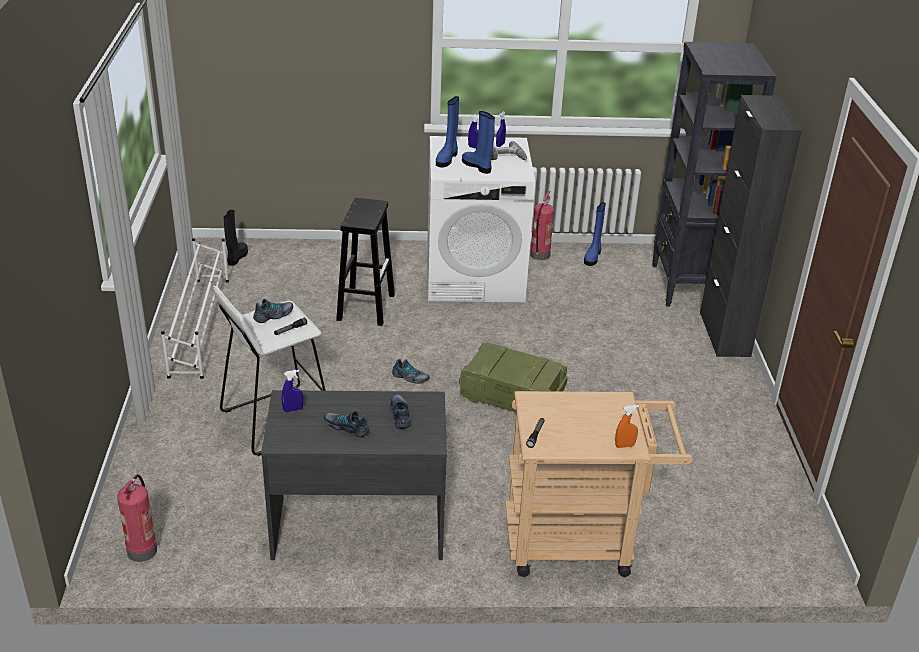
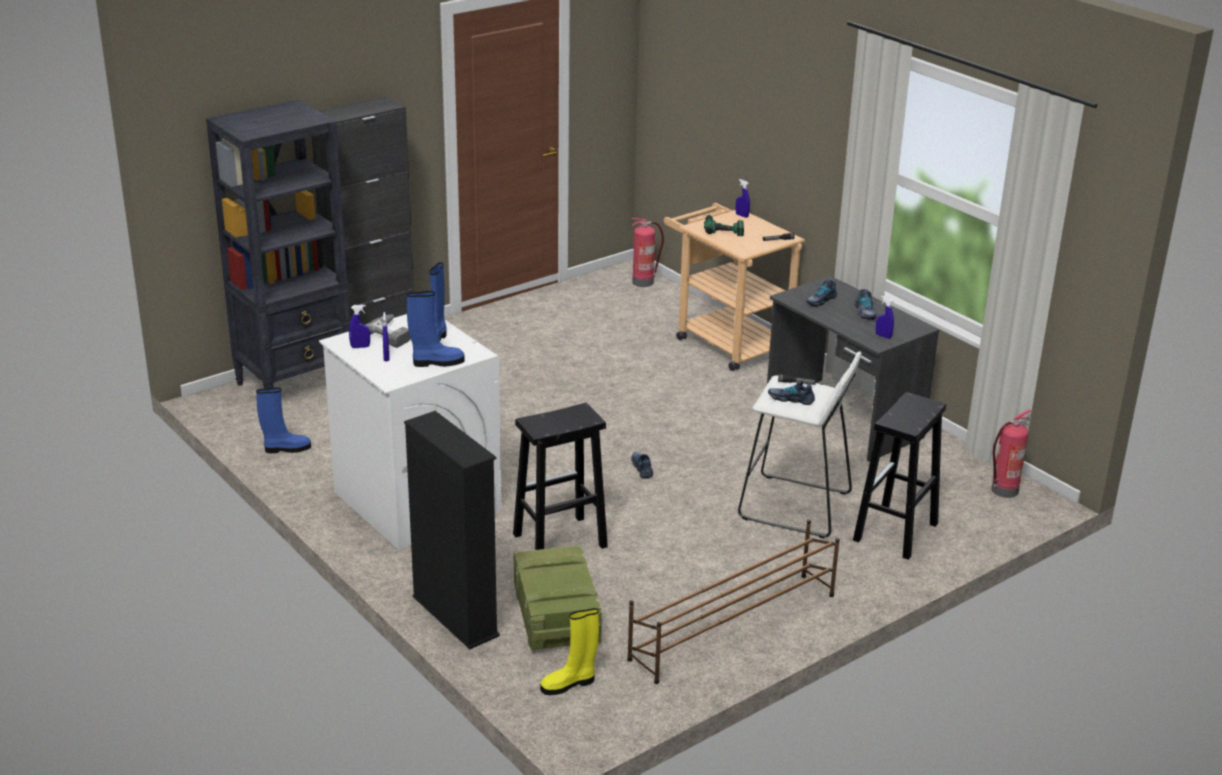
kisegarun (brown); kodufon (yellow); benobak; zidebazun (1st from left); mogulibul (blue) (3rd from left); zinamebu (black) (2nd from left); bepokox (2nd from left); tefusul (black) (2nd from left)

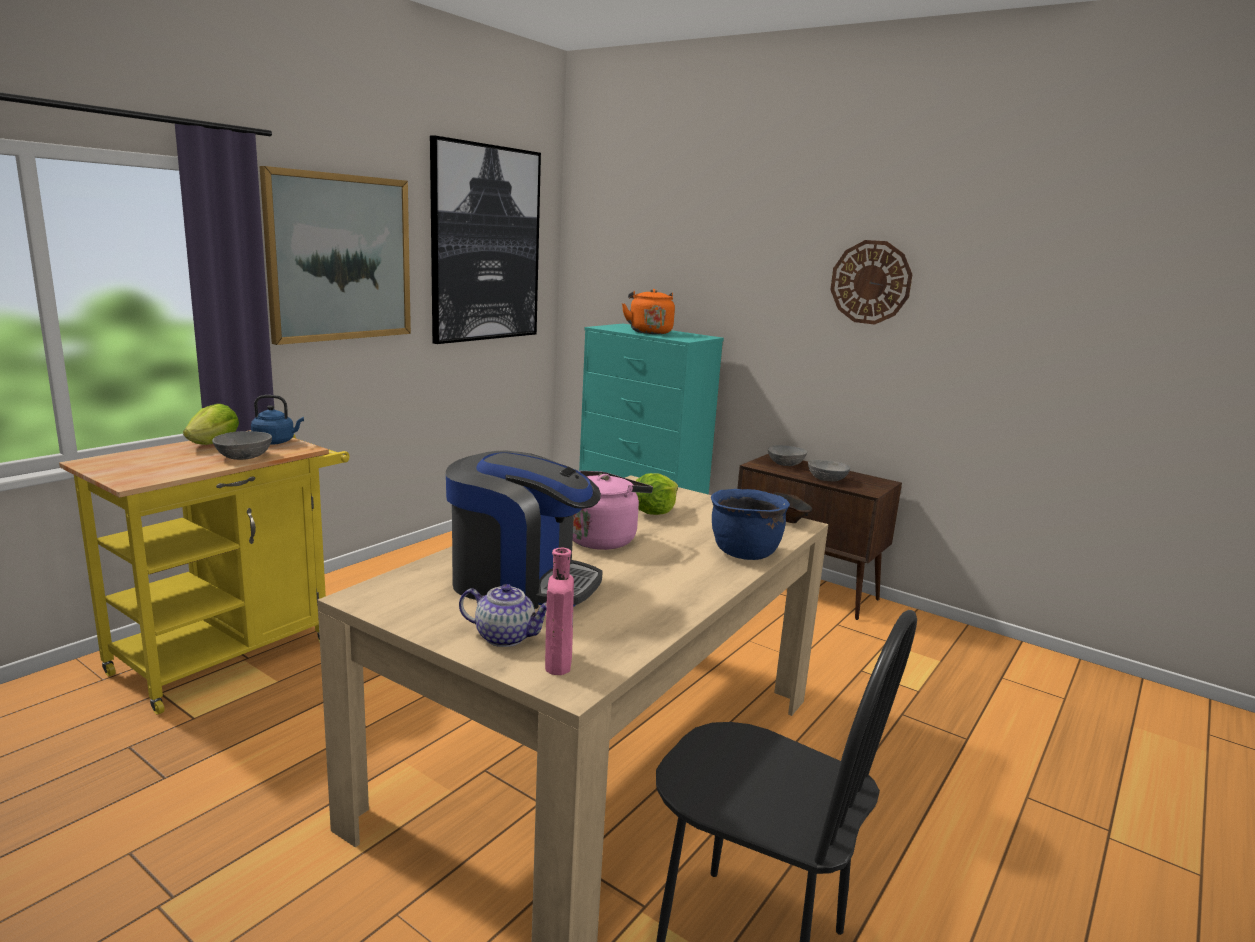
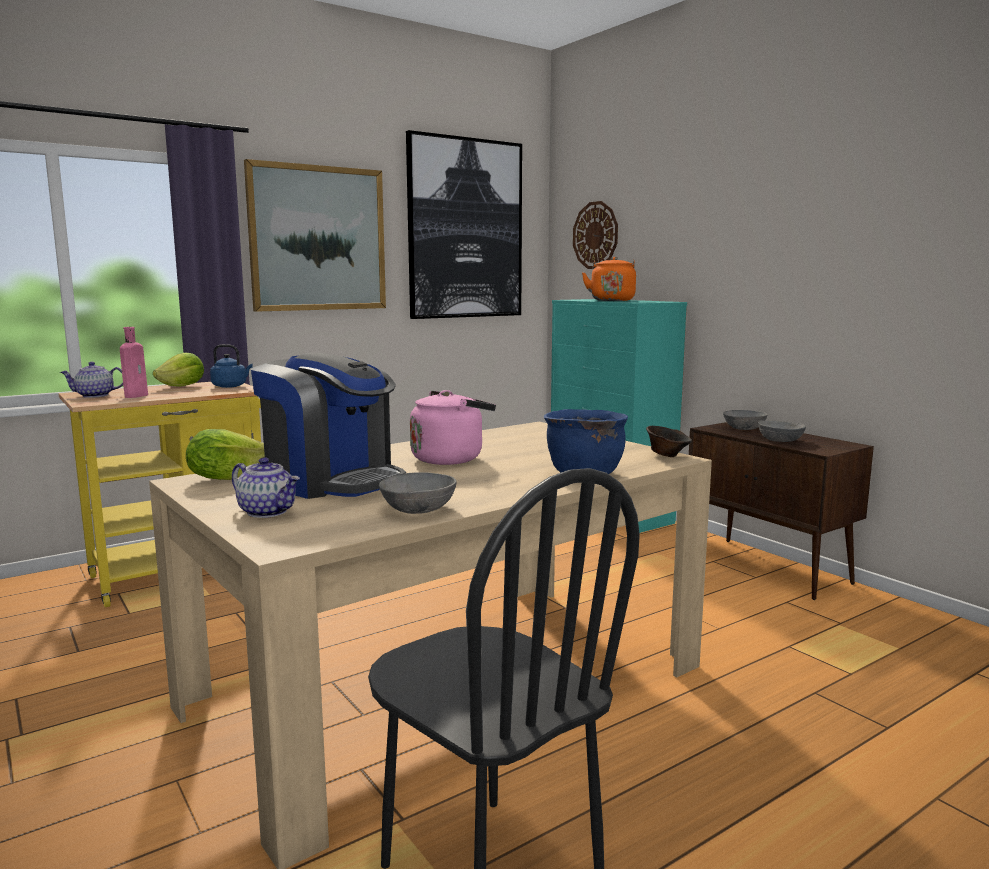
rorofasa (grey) (1st from left); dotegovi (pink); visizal (2nd from left); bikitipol; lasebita (1st from left)

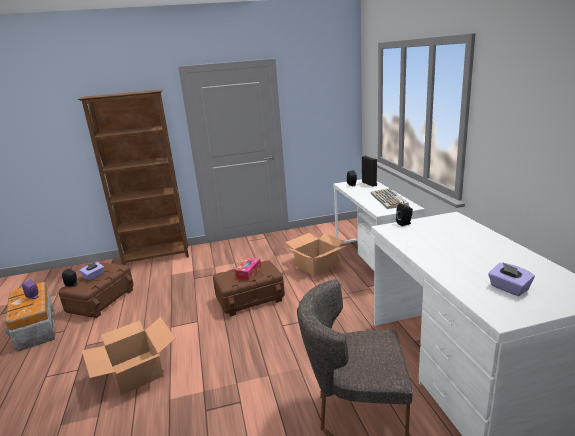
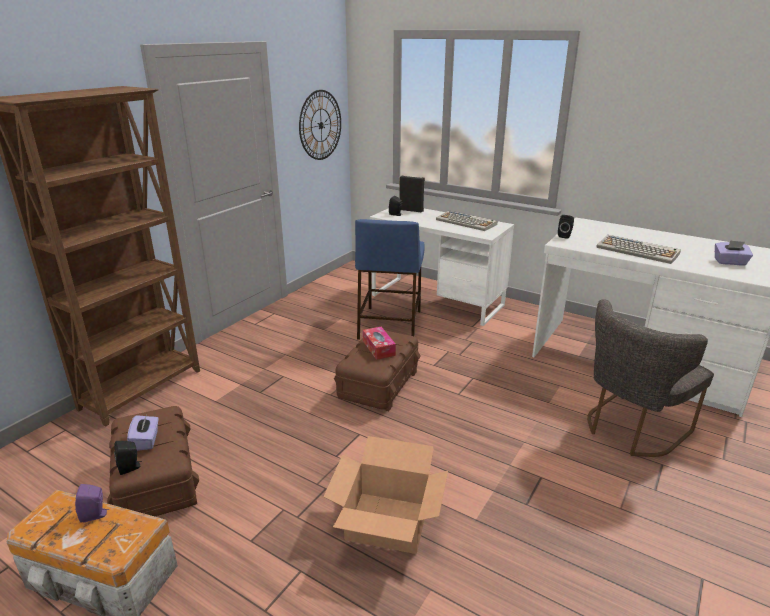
tefusul (blue); bikitipol; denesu (2nd from left)

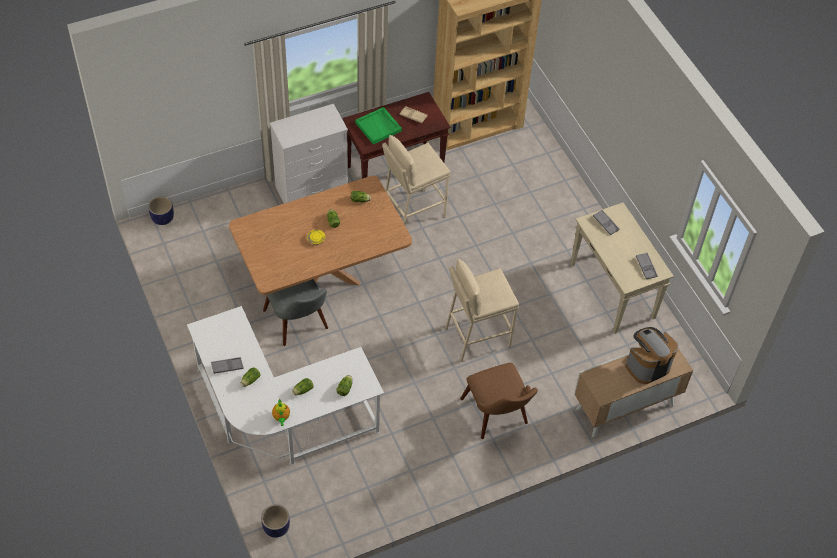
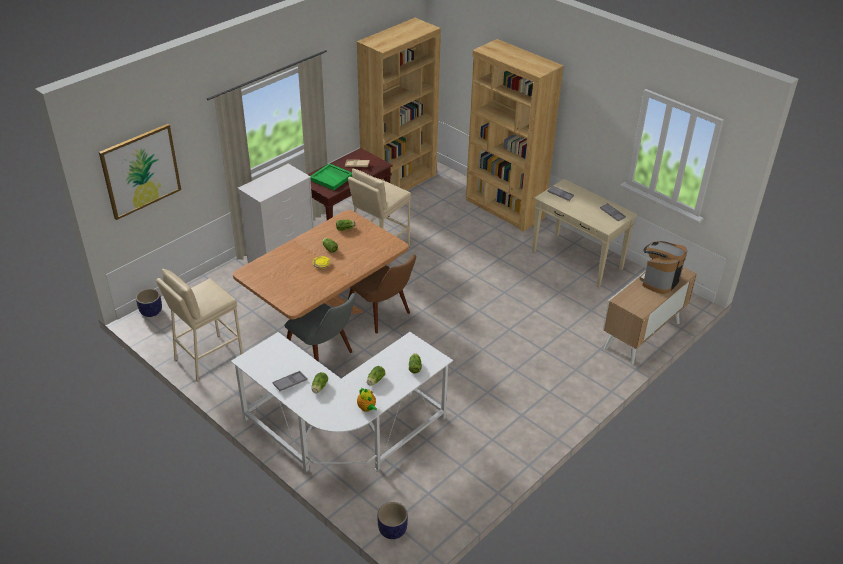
tefusul (beige) (1st from left); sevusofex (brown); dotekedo; zinamebu (brown) (2nd from left)

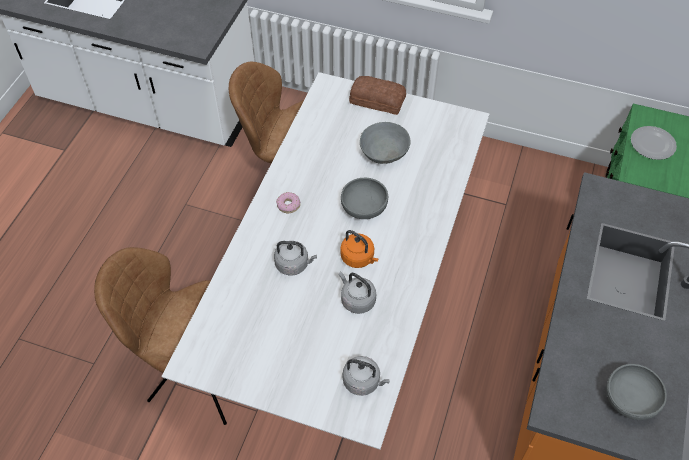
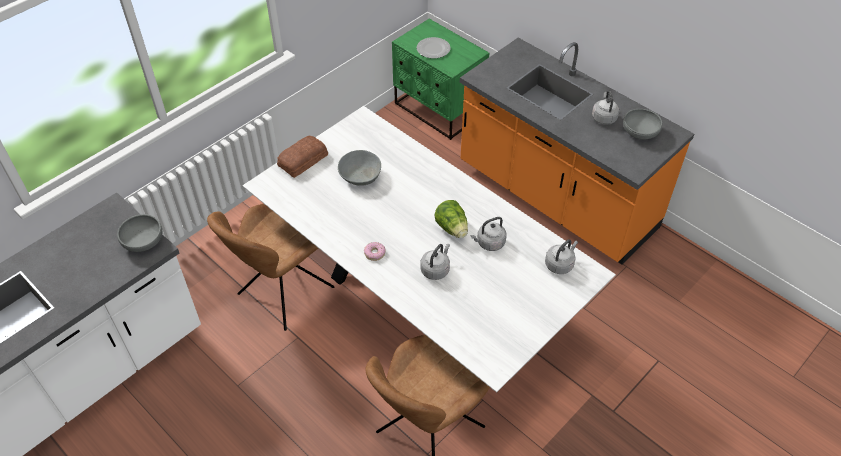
visizal; rorofasa (grey) (1st from left); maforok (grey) (4th from left)

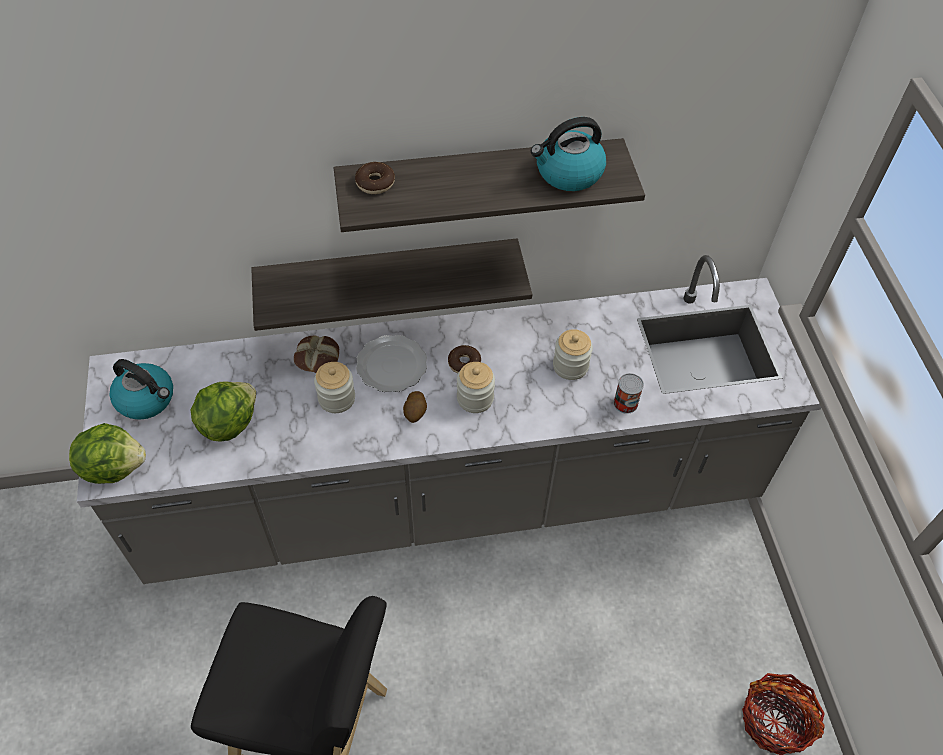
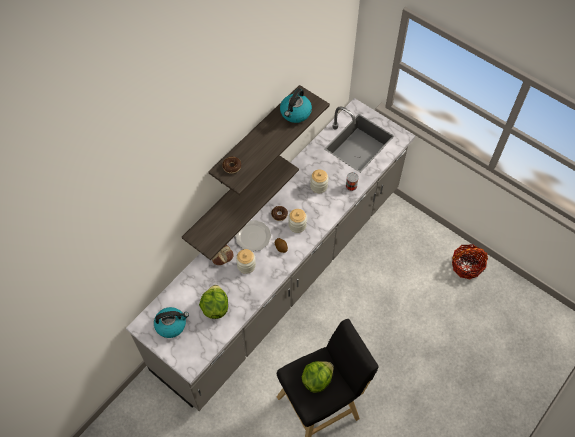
visizal (2nd from left)

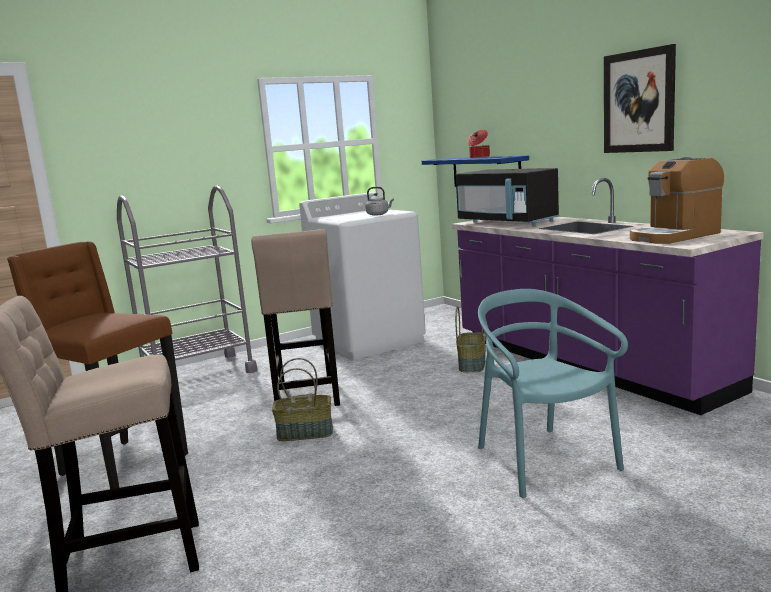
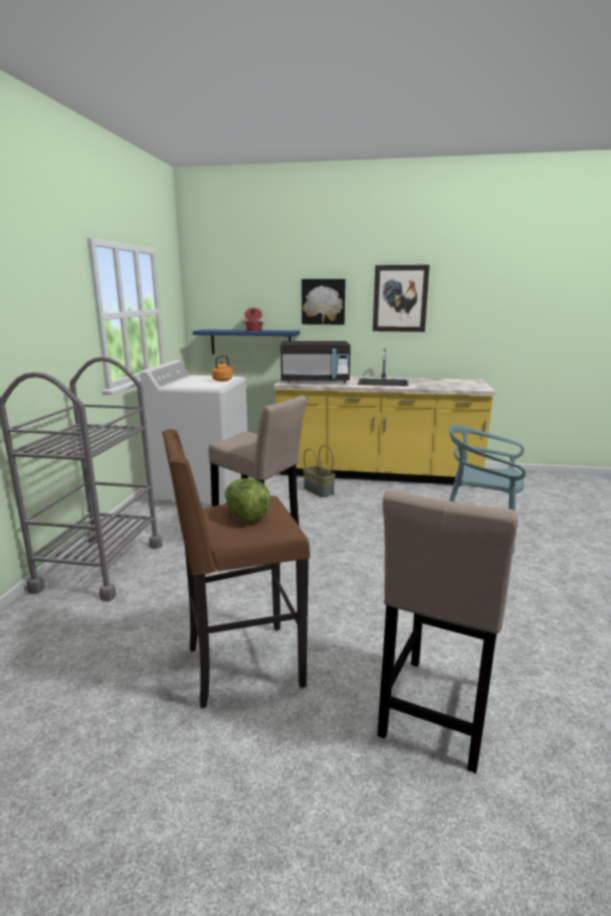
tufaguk (1st from left in the first image); maforok (orange); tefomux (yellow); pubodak; visizal; dotekedo (1st from left)

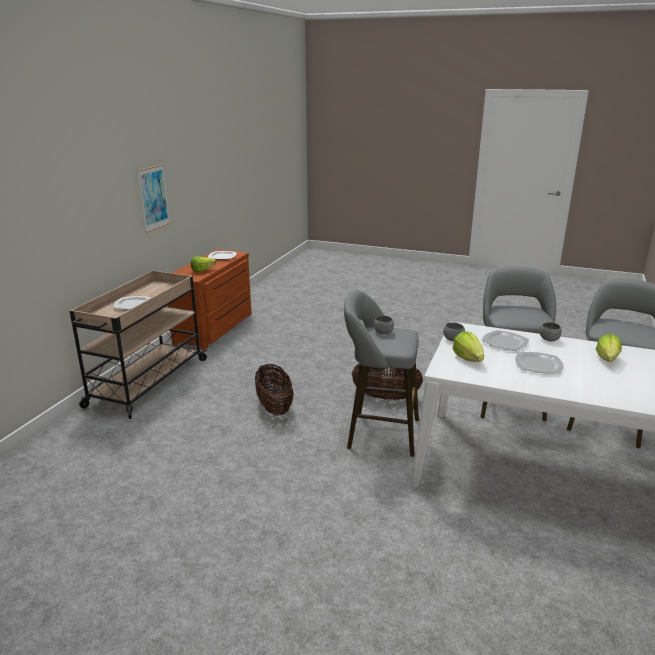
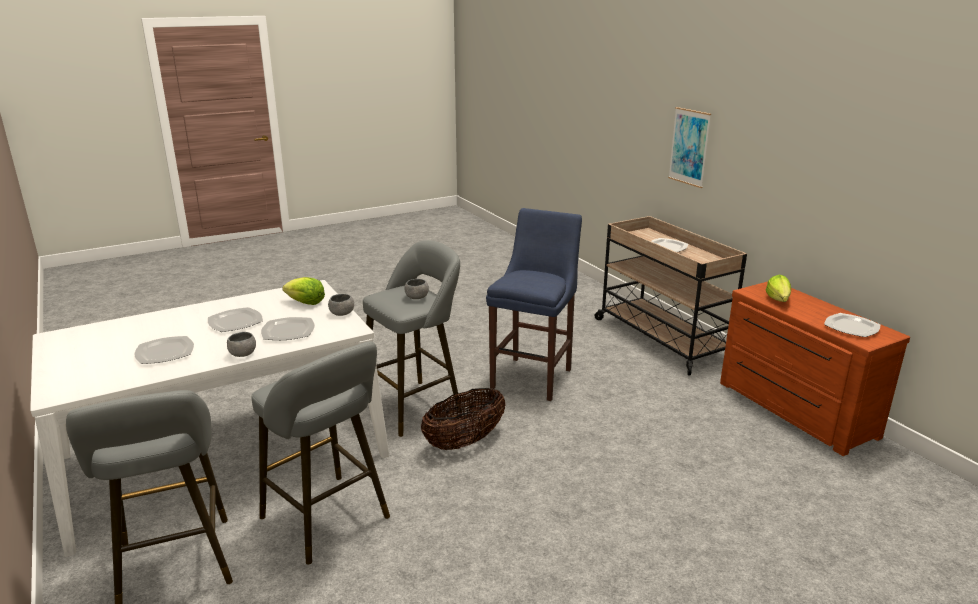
dotekedo; tefusul (blue); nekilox (1st from left)

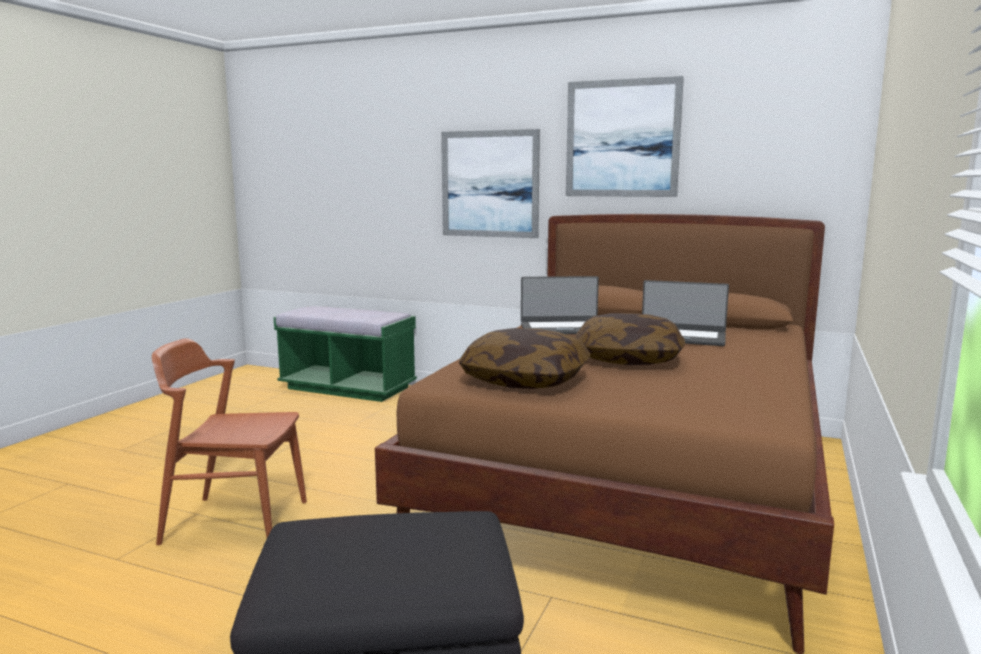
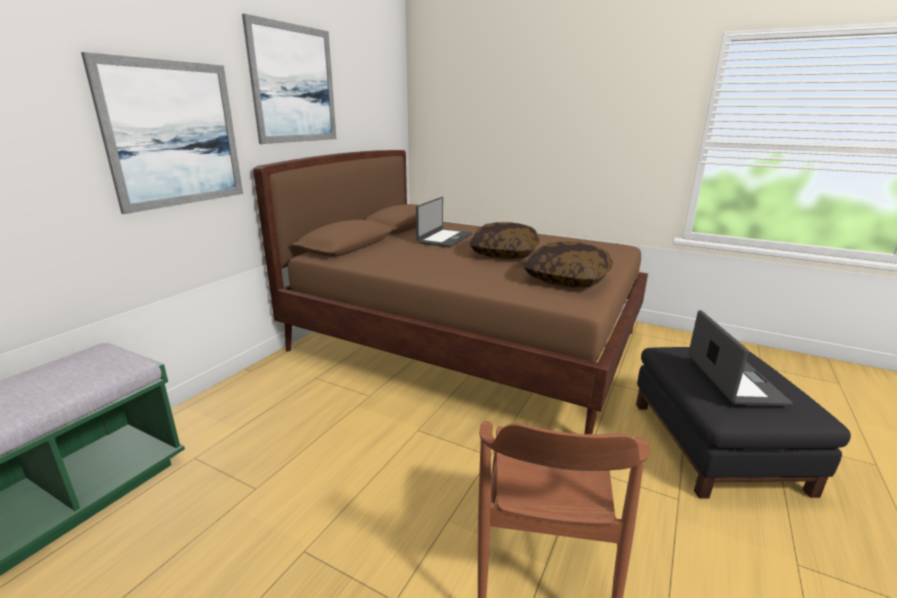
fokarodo (2nd from left)

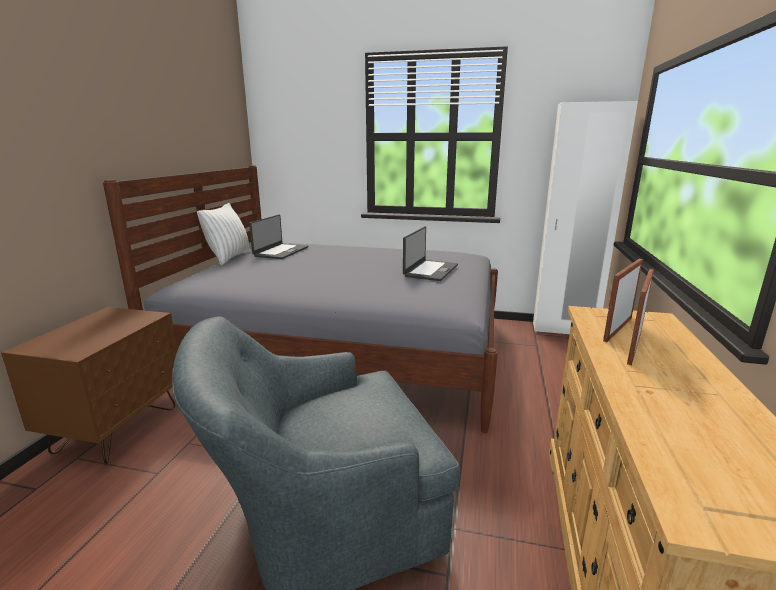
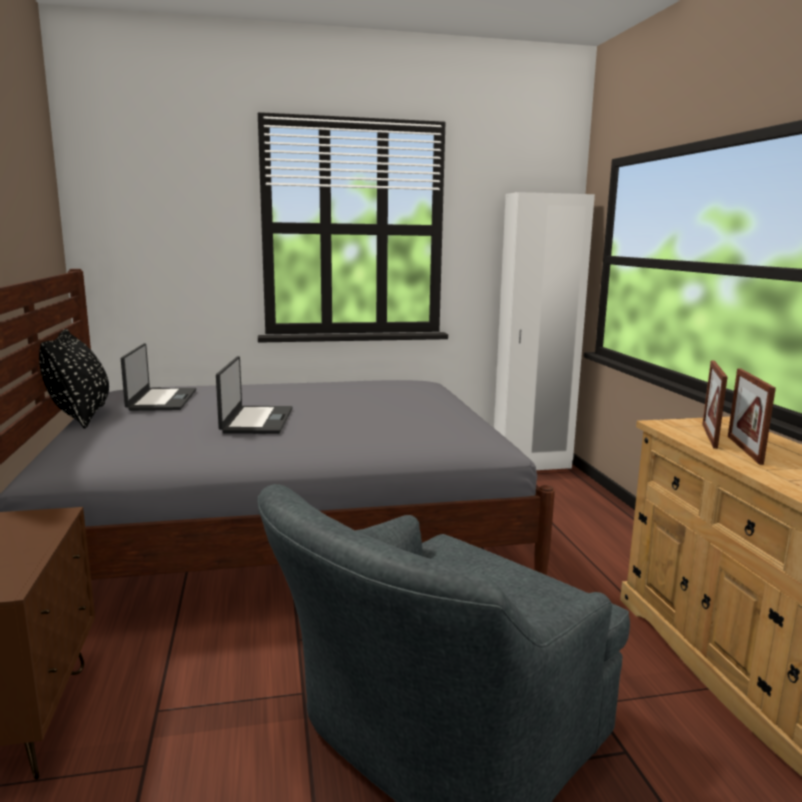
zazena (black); fokarodo (2nd from left)

